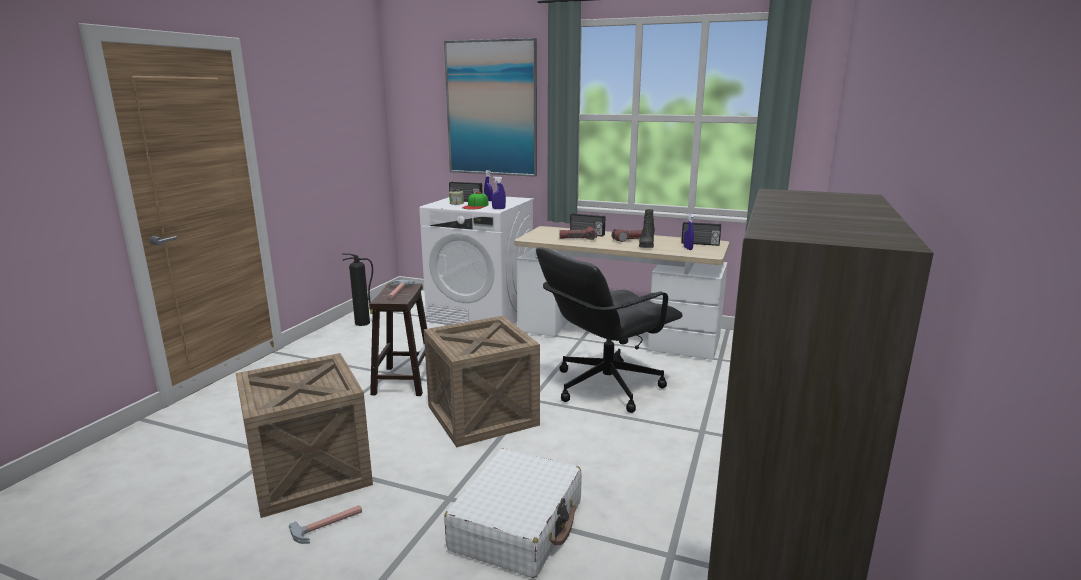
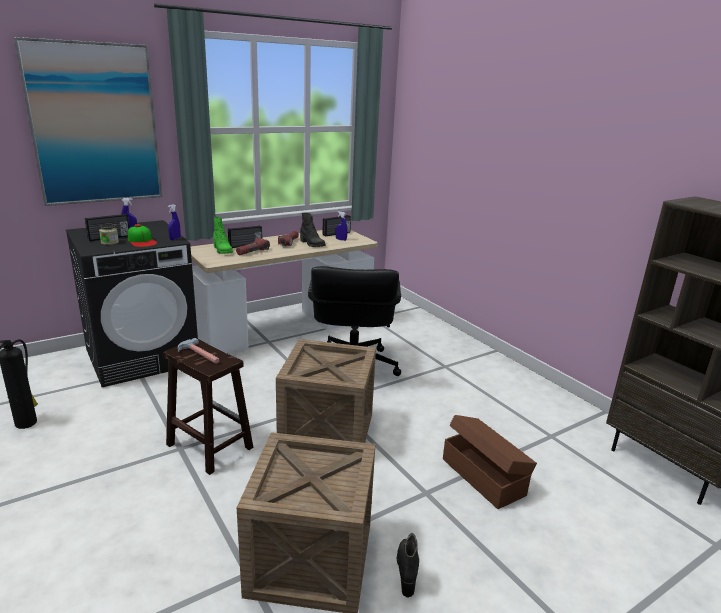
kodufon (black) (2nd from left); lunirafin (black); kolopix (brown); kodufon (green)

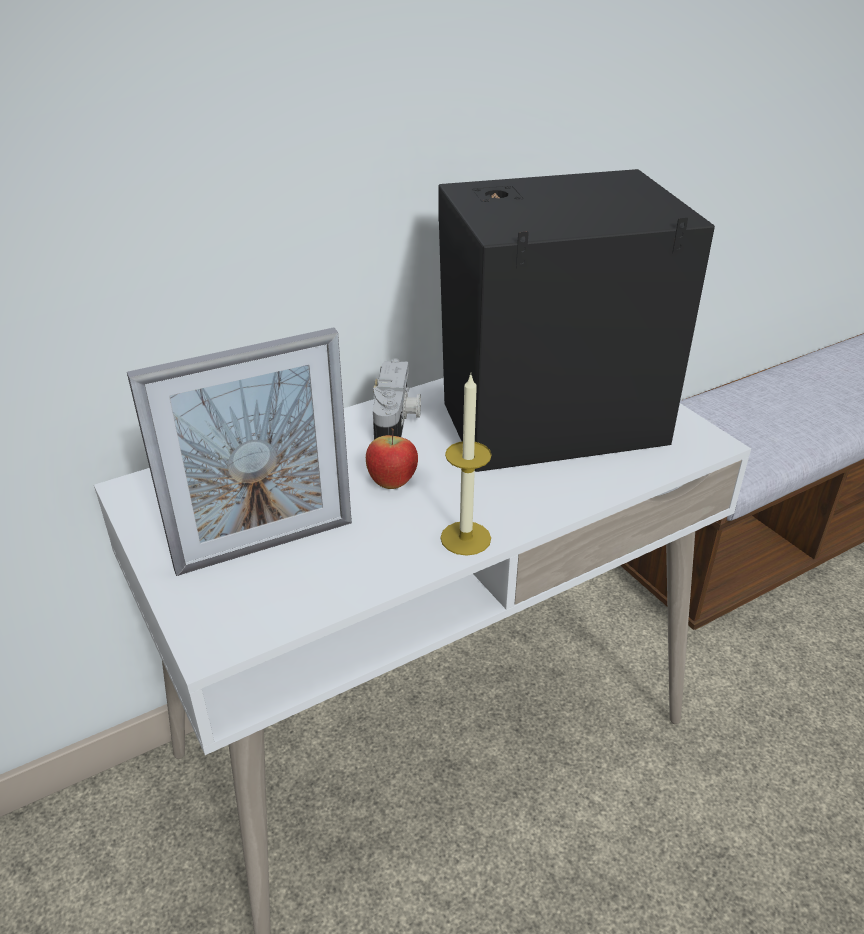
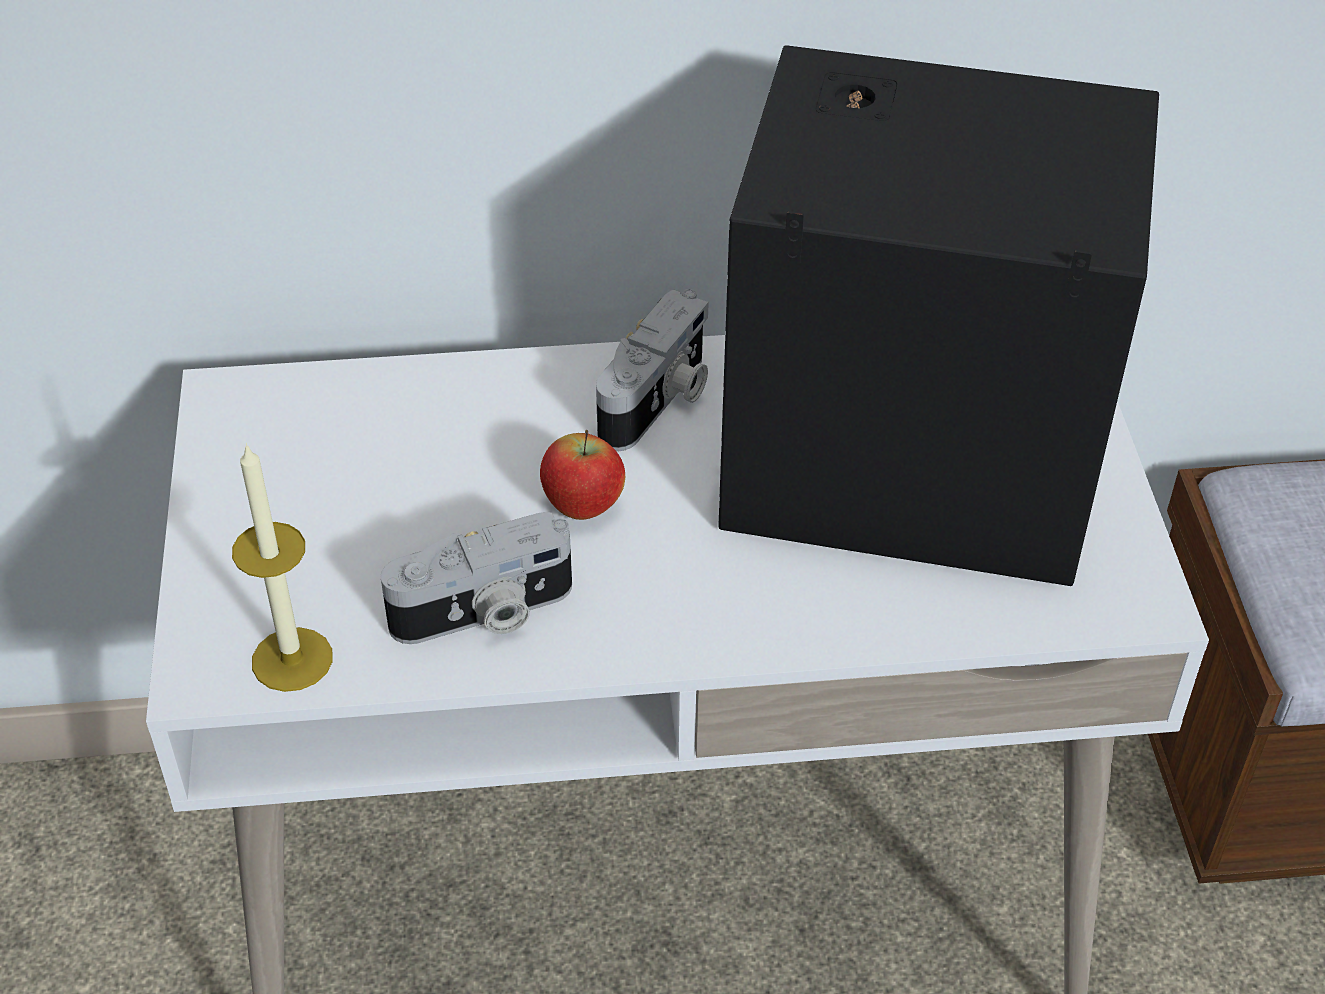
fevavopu; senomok; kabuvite (1st from left)

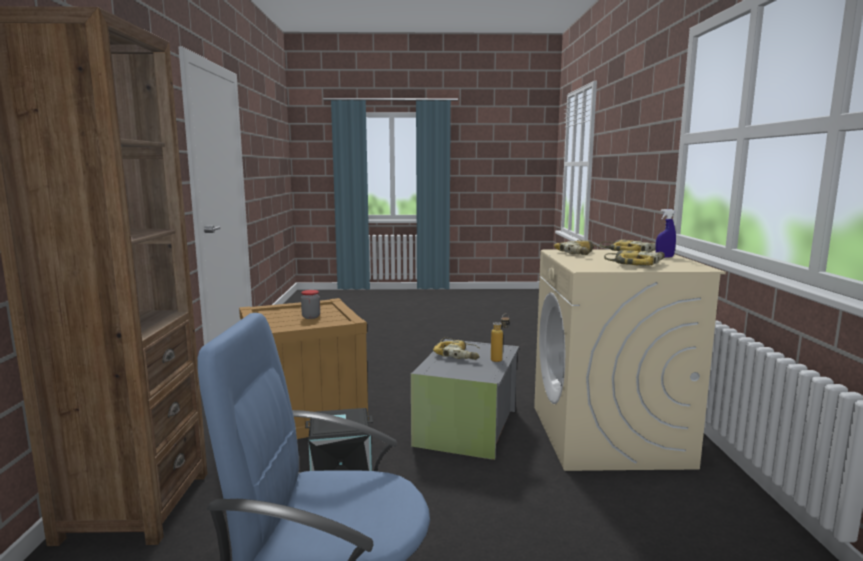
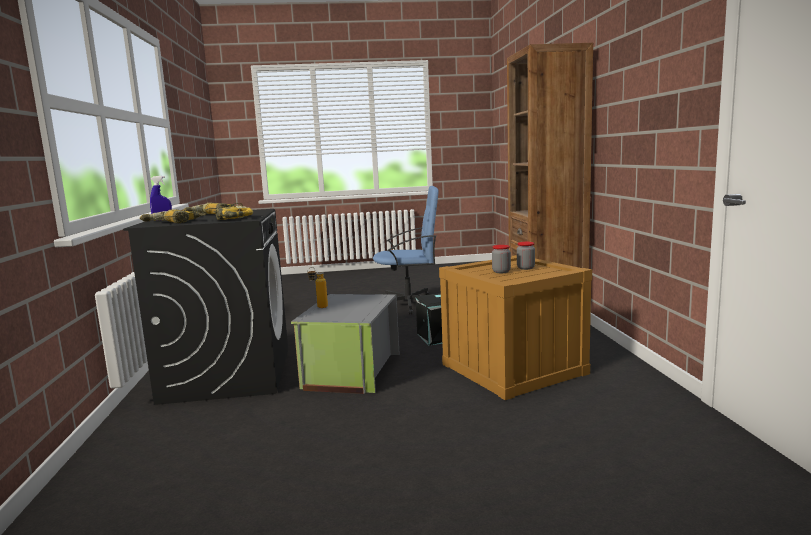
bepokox (1st from left in the first image); lunirafin (black); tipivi (2nd from left)

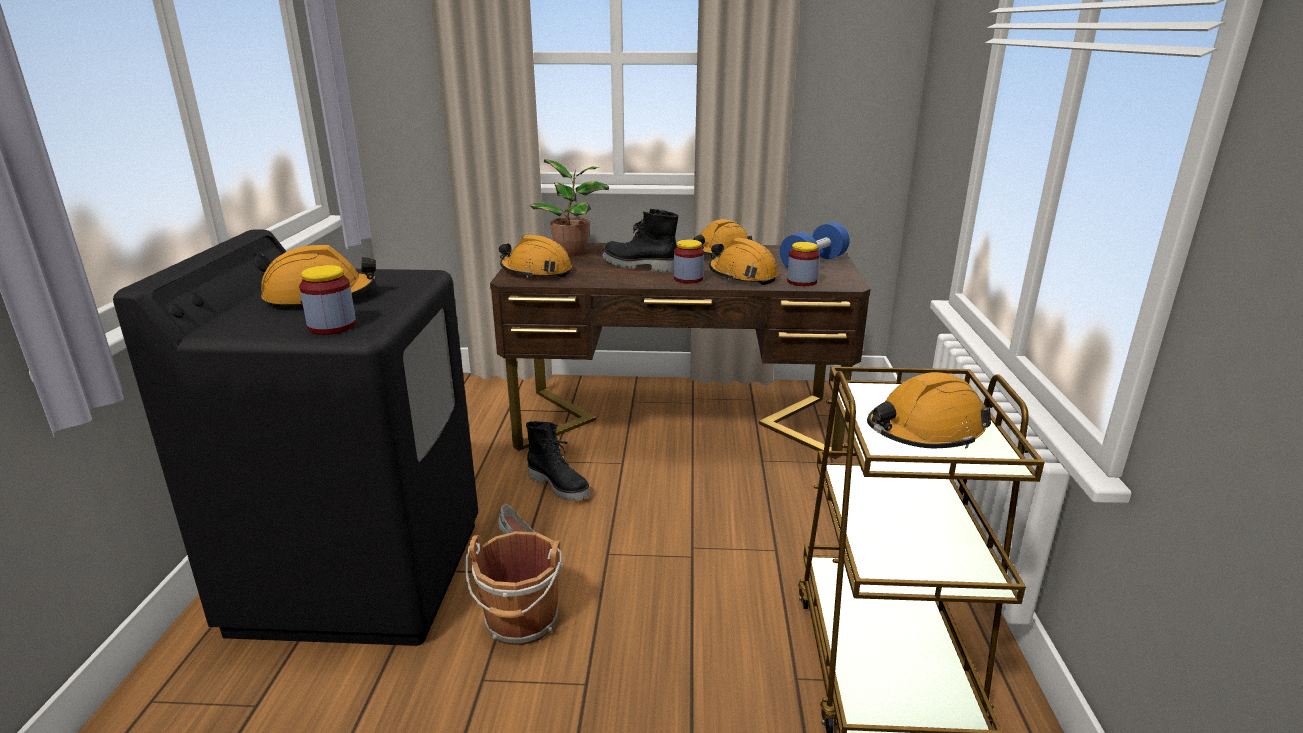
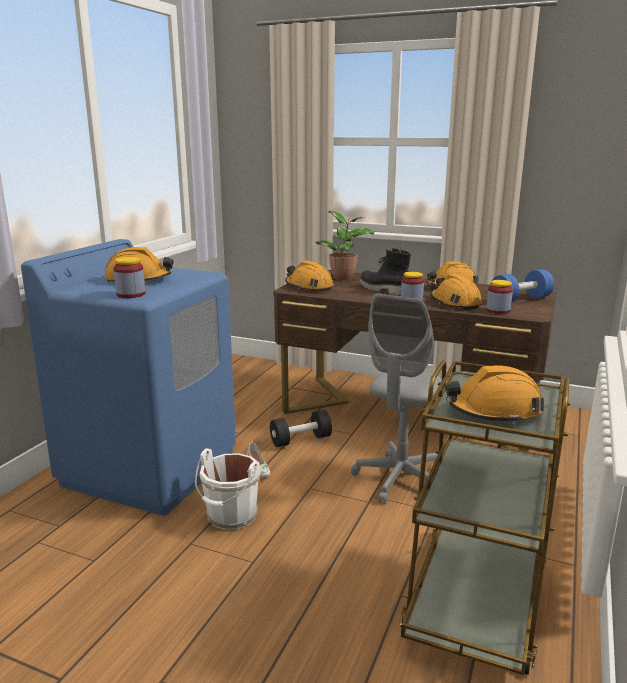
lunirafin (blue); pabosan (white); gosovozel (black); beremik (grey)

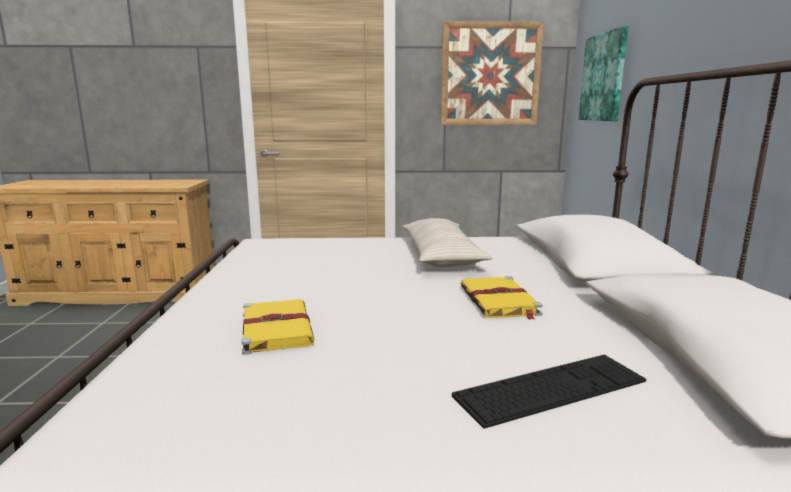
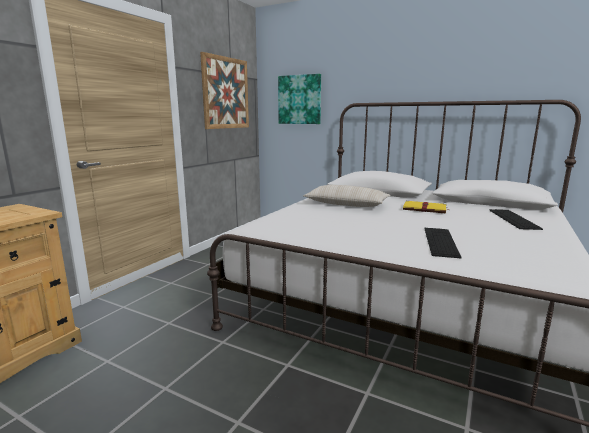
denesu (1st from left)

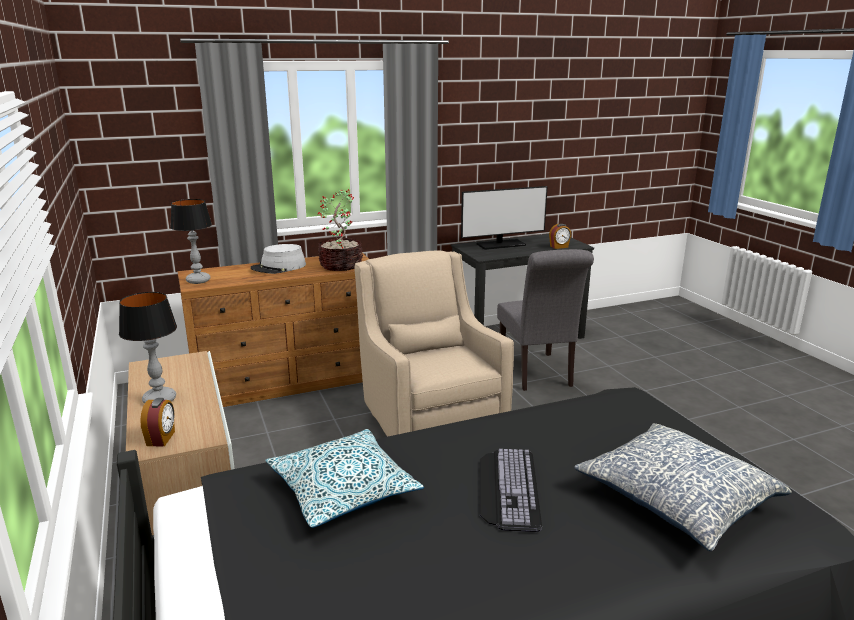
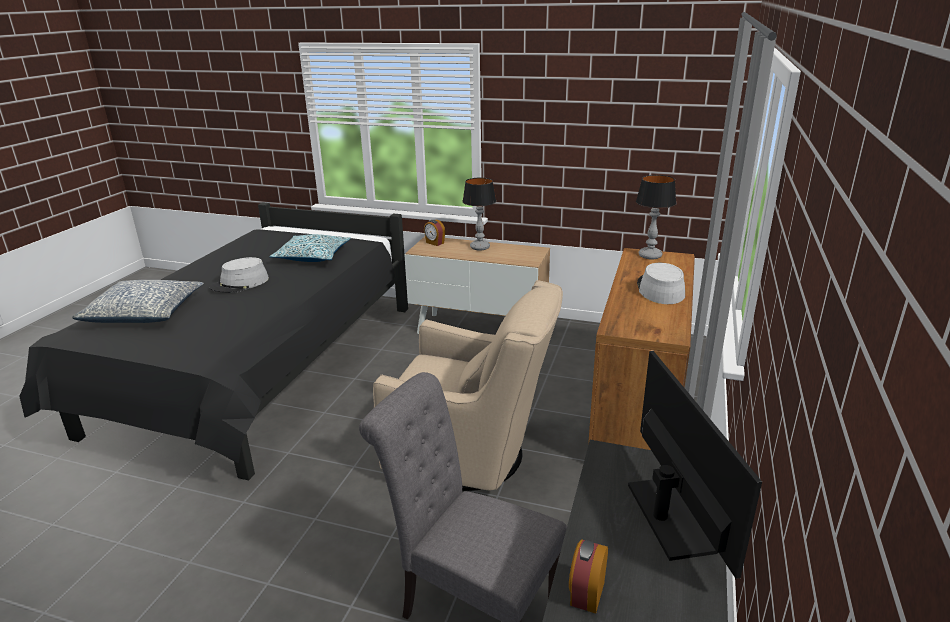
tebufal; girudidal; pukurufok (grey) (1st from left)

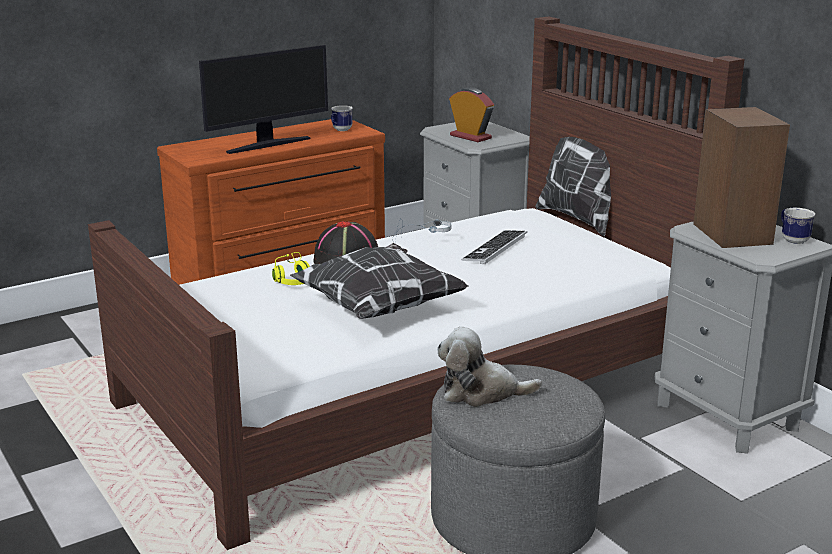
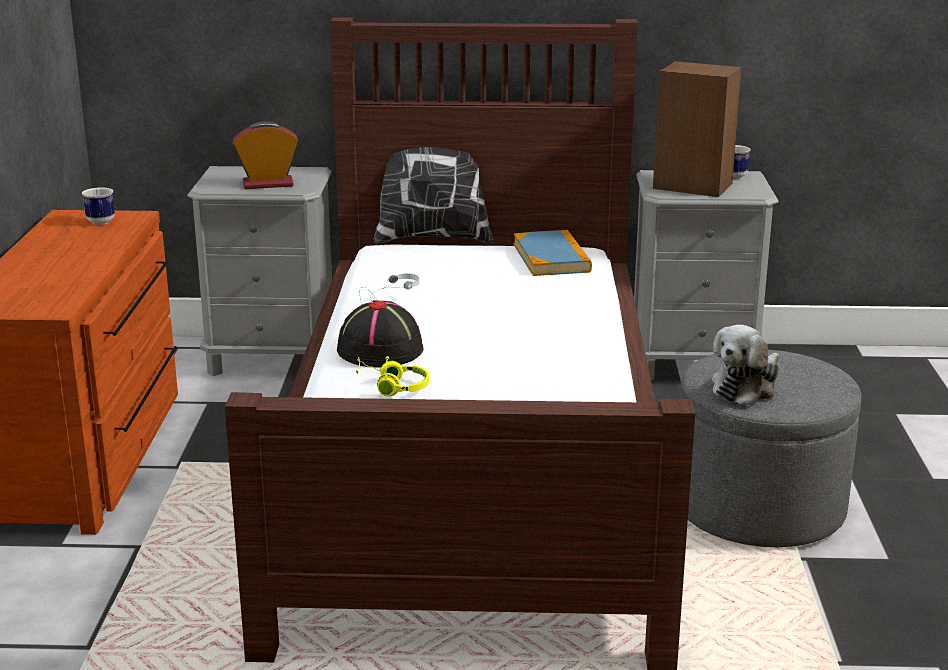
girudidal; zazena (1st from left in the first image); denesu; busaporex

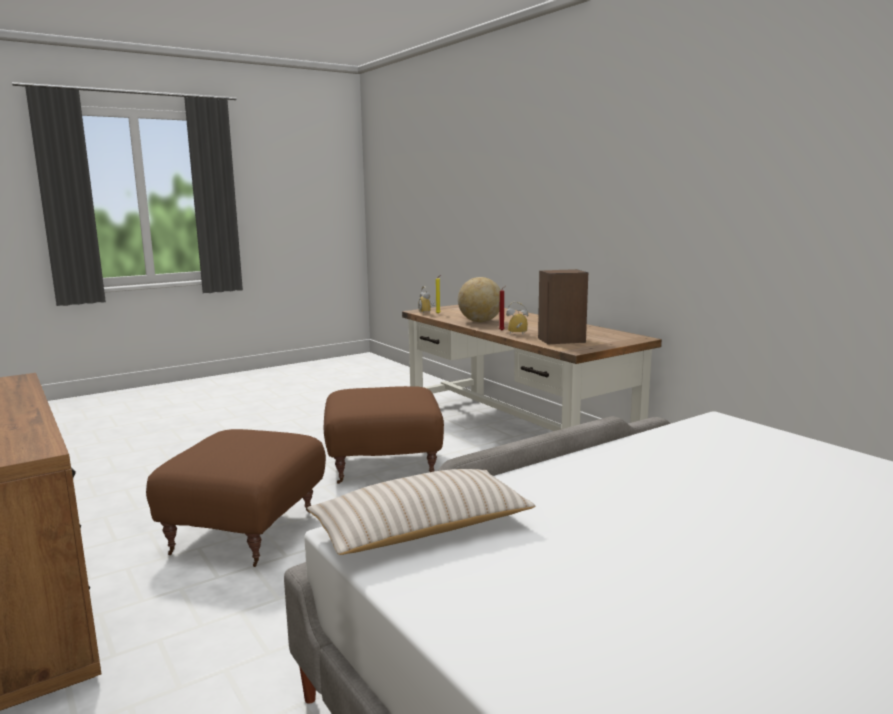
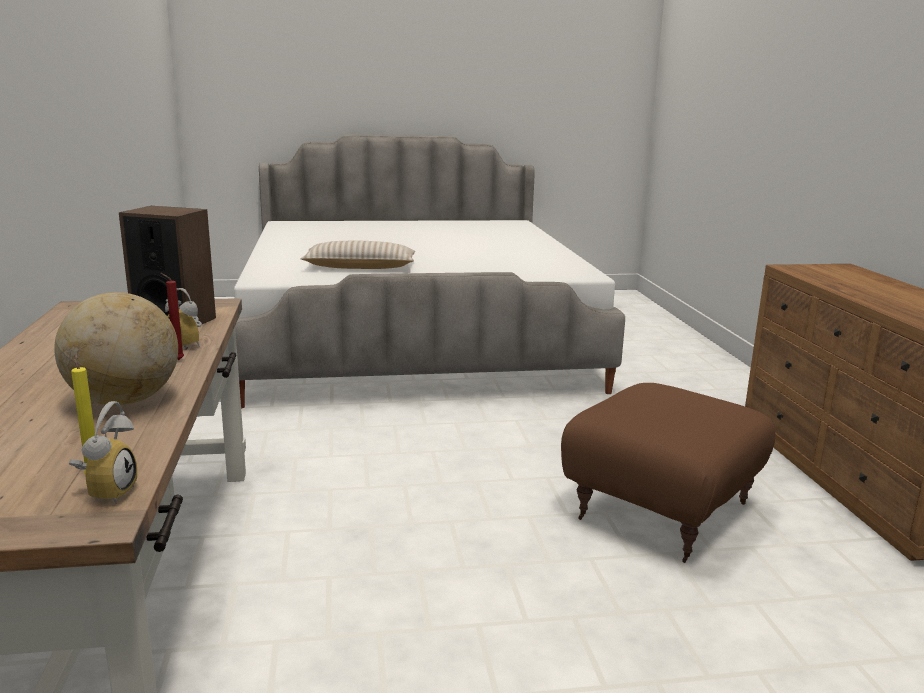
zazena (beige); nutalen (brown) (2nd from left in the first image)

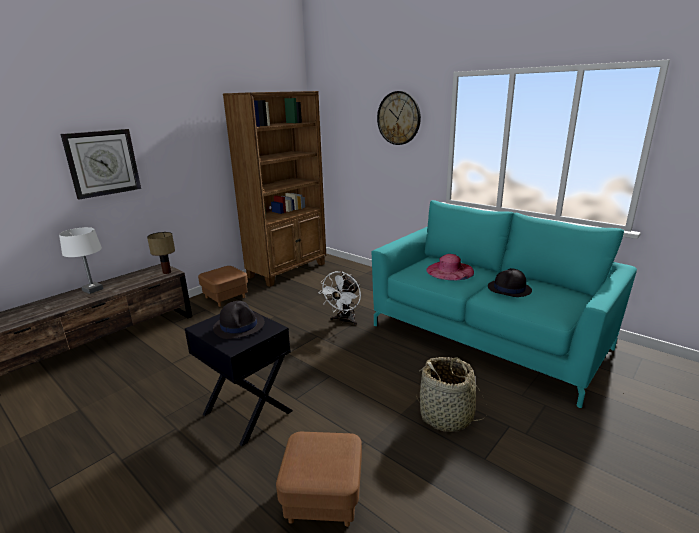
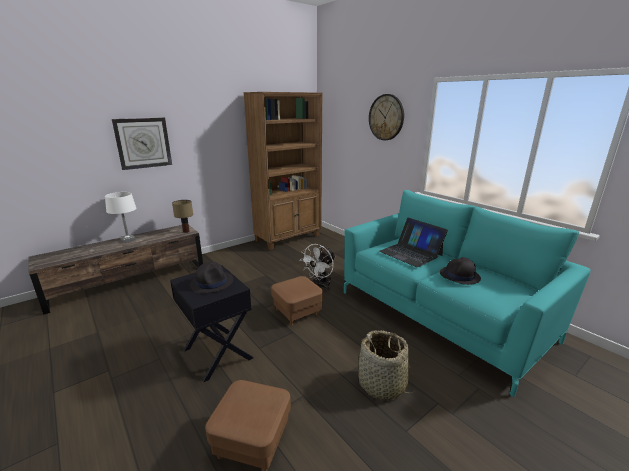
nutalen (brown) (2nd from left); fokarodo

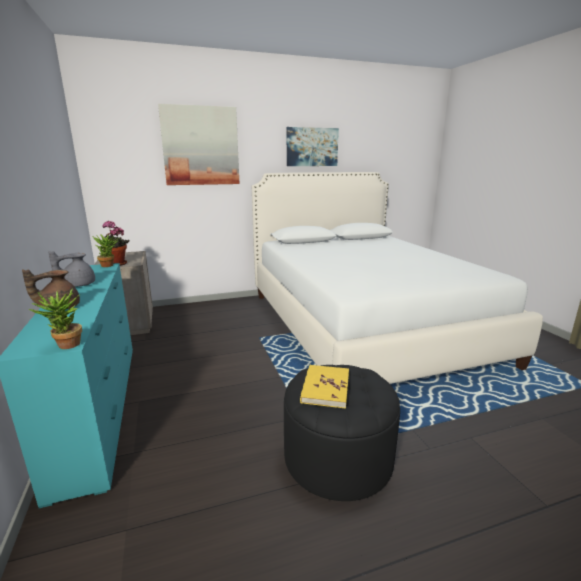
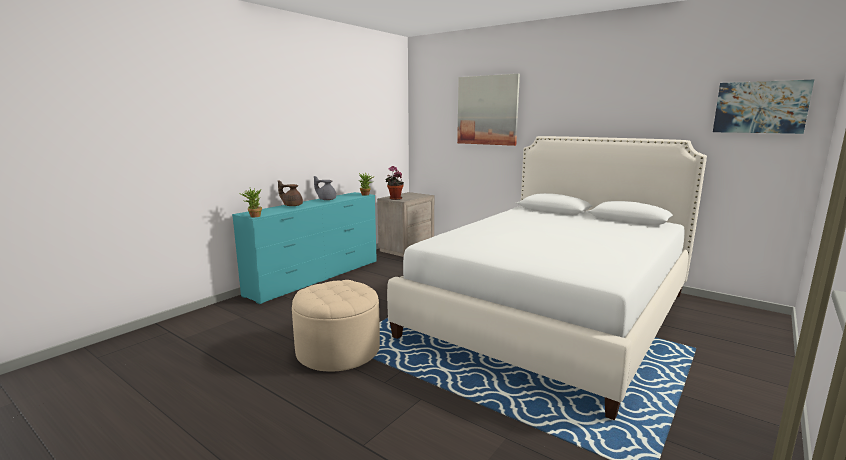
nutalen (beige); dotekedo (2nd from left); busaporex (yellow)

